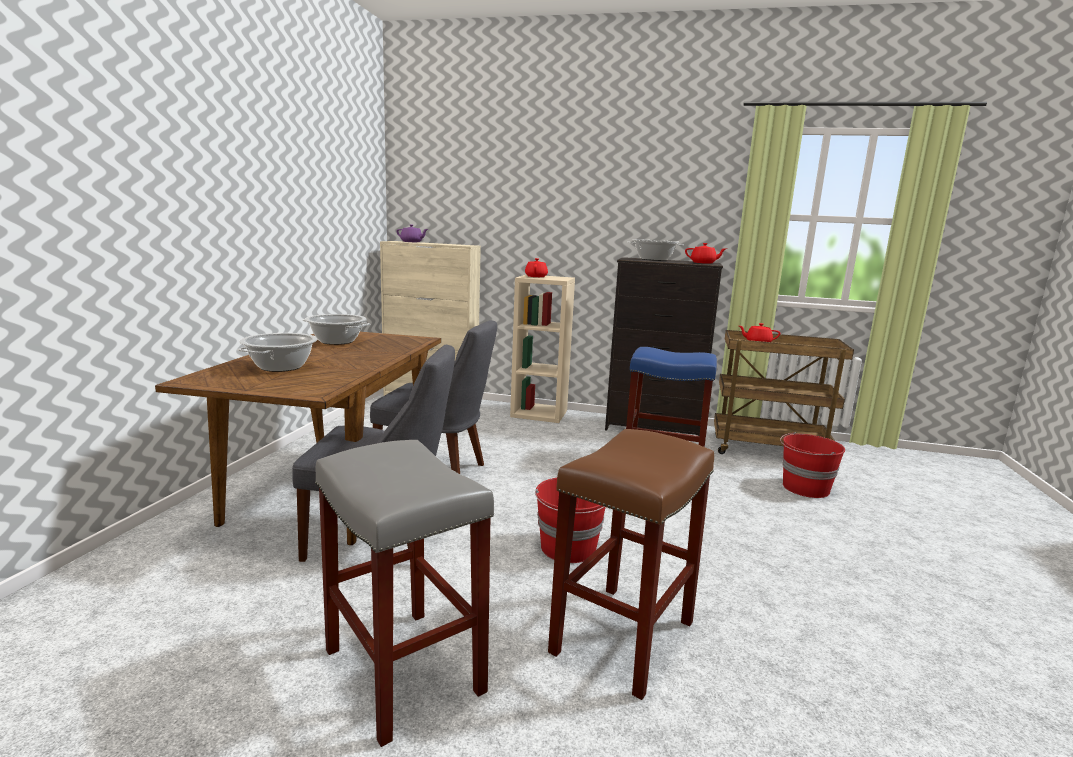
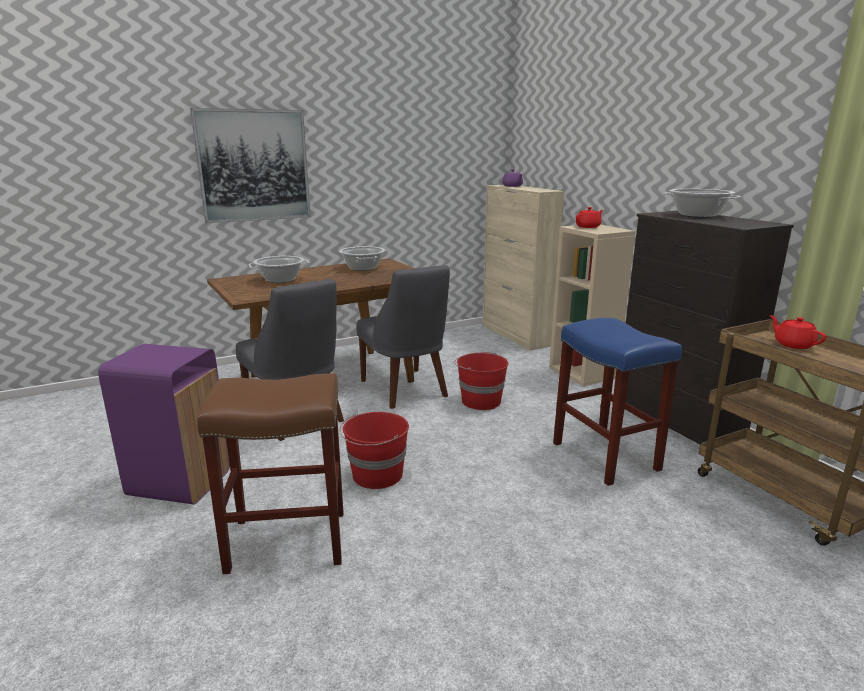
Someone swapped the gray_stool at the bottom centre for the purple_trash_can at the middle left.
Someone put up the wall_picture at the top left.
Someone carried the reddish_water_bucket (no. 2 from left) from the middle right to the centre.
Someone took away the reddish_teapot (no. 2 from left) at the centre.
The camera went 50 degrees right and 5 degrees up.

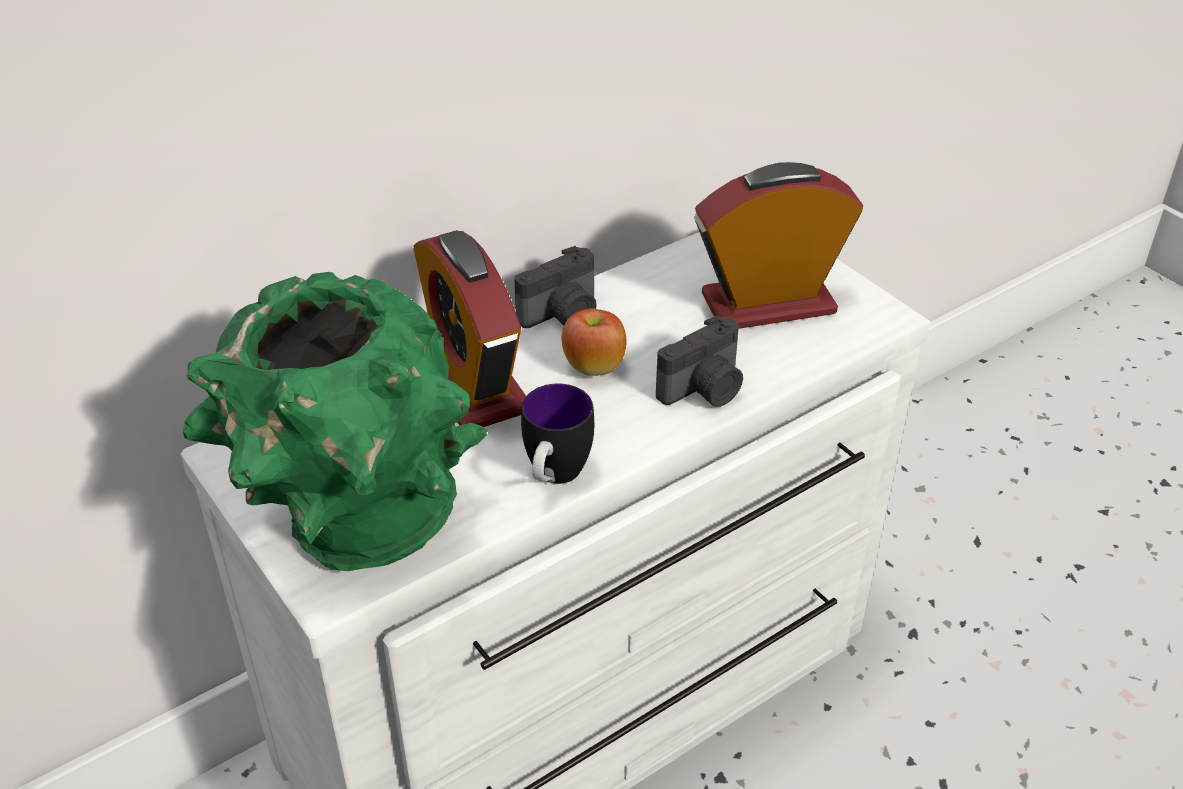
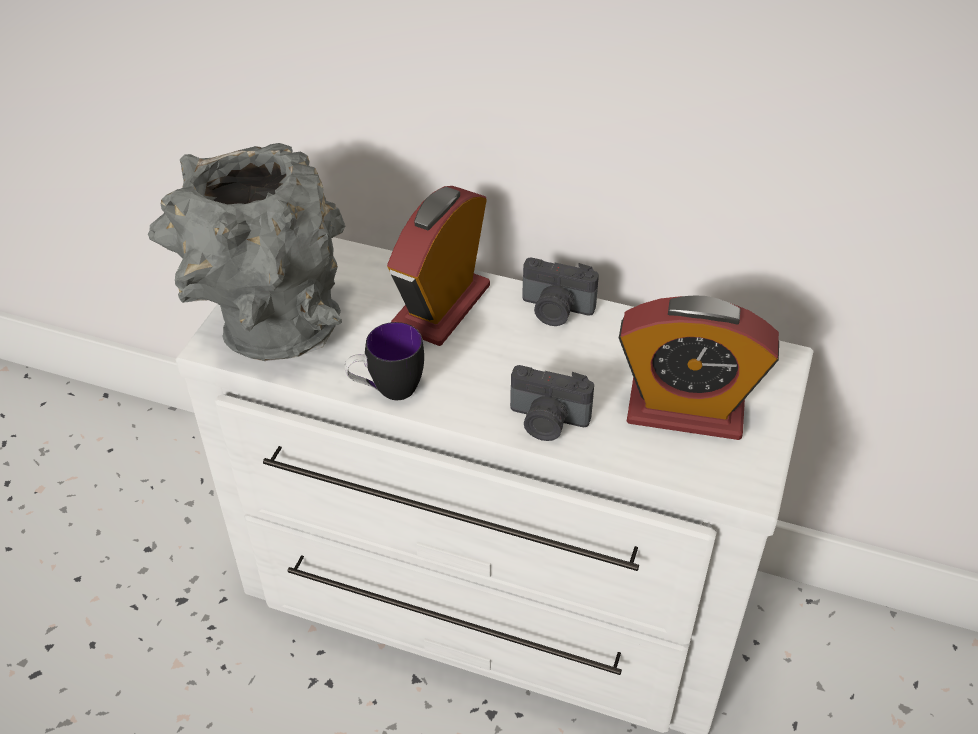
Someone repainted the green_flower_vase at the middle left, which became the gray_flower_vase at the middle left.
Someone rotated the bedside_clock (no. 2 from left) at the top centre by 150 degrees clockwise.
Someone took away the apple at the centre.
The camera went 55 degrees right and 5 degrees up.

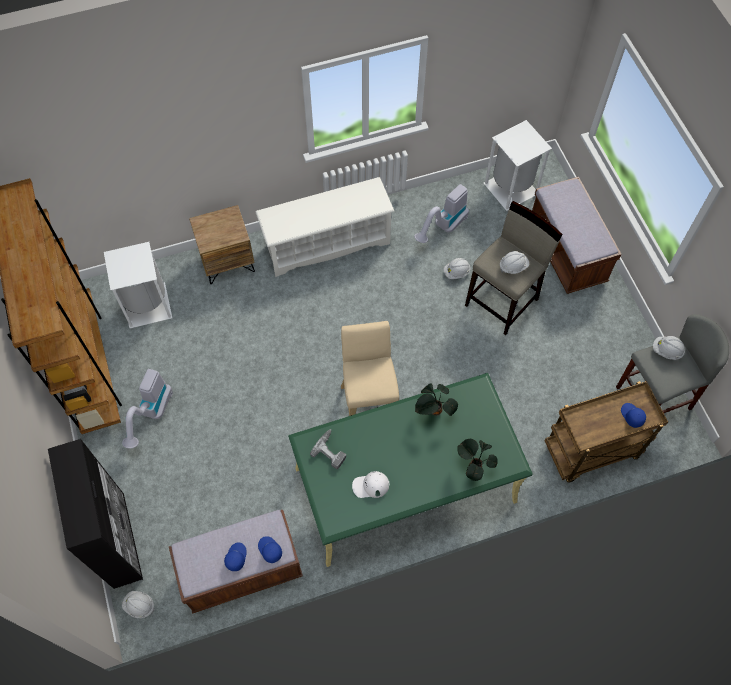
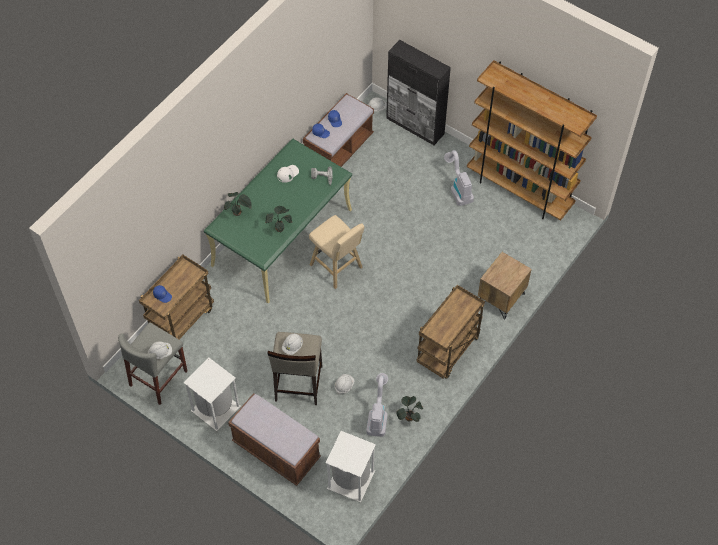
Someone carried the whitish_trash_can (no. 1 from left) from the middle left to the bottom left.
Someone put down the houseplant (no. 3 from left) at the bottom centre.
Someone swapped the whitish_shoe_stand at the top centre for the brownish_wheeled_cart (no. 2 from left) at the centre.
The camera went 145 degrees right and 5 degrees down.

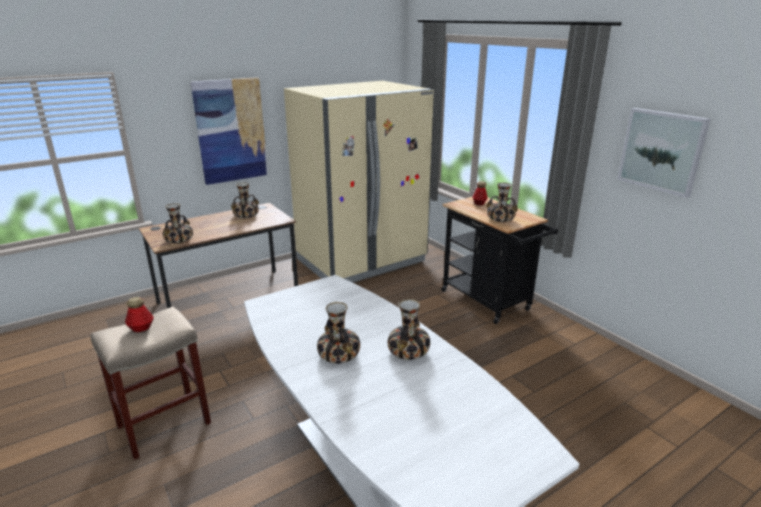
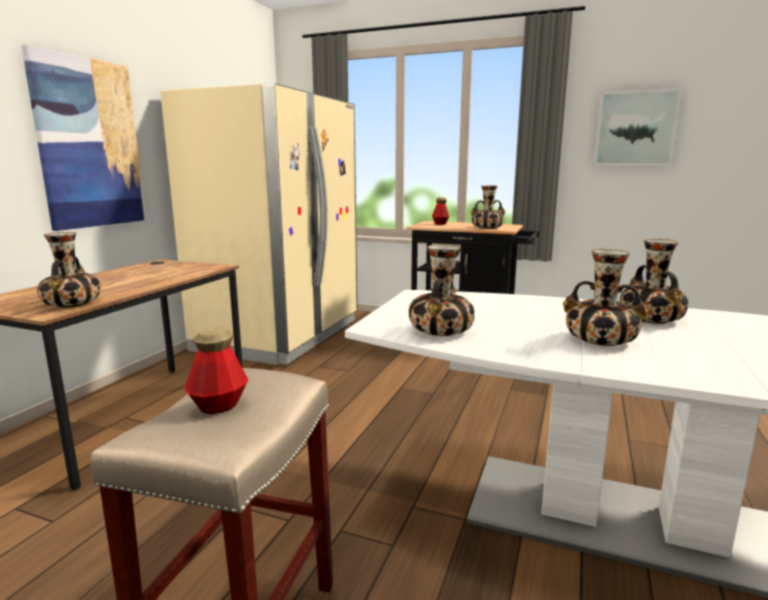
Someone carried the flower_vase (no. 2 from left) from the middle left to the centre.
The camera went 35 degrees left and 10 degrees down.

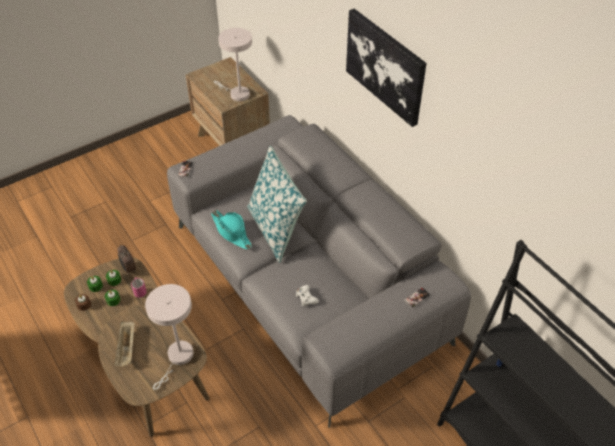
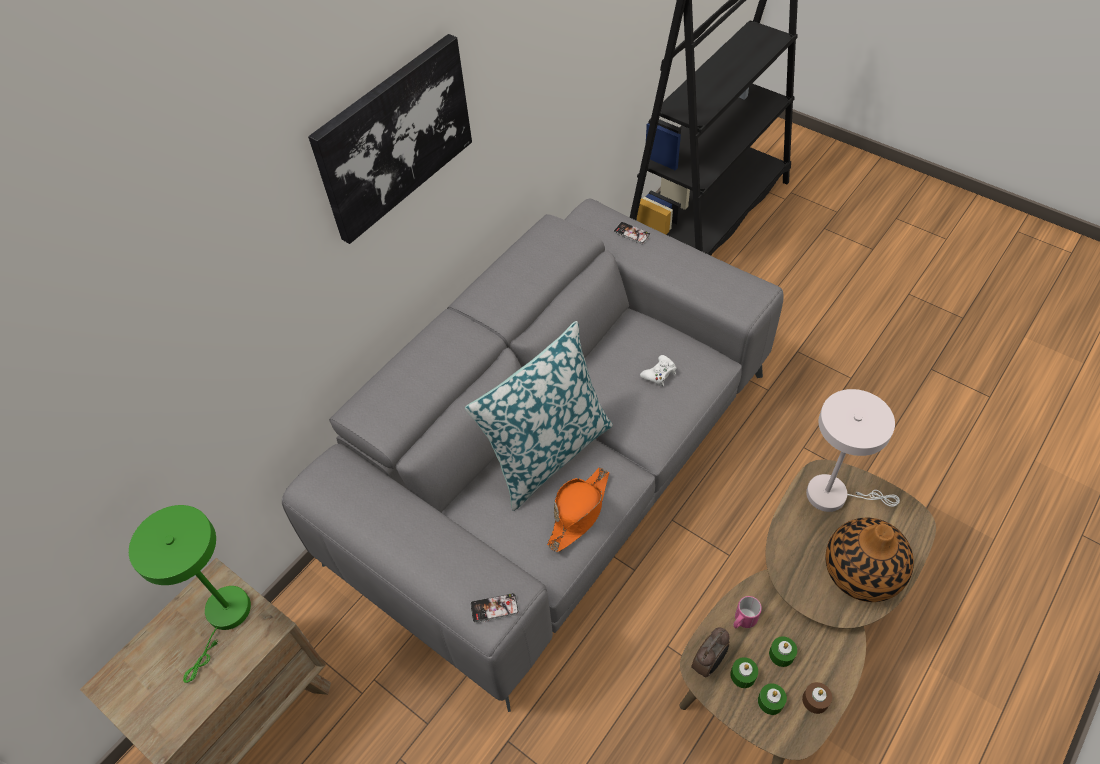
Someone repainted the whitish_tabletop_lamp (no. 2 from left) at the top centre, which became the green_tabletop_lamp at the bottom left.
Someone repainted the turquoise_hat at the centre, which became the orange-coloured_hat at the bottom centre.
Someone swapped the sand-coloured_serving_tray at the bottom left for the flower_vase at the bottom right.
The camera went 105 degrees left and 5 degrees up.

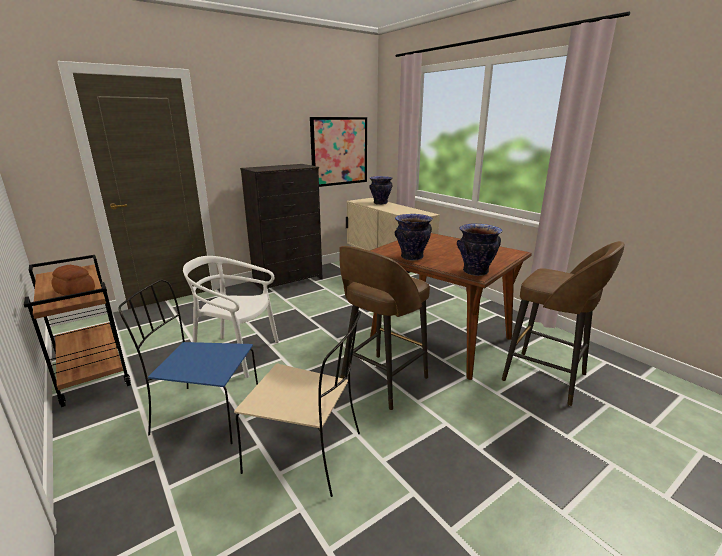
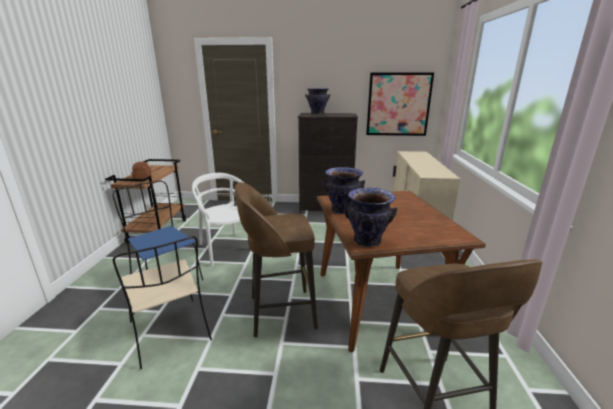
Someone carried the flower_vase (no. 1 from left) from the centre to the top centre.
The camera went 40 degrees right and 0 degrees up.

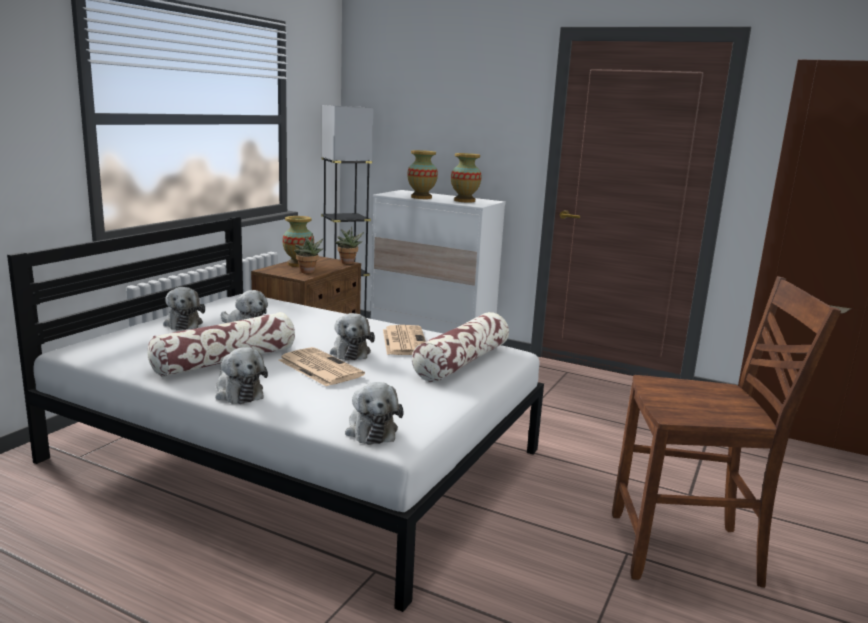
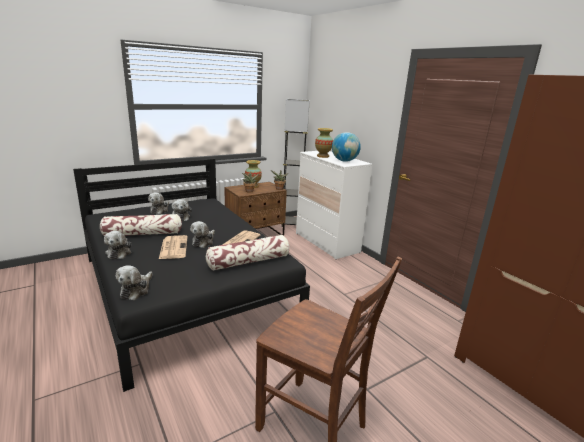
Someone repainted the whitish_bed at the middle left, which became the black_bed at the middle left.
Someone swapped the flower_vase (no. 3 from left) at the top centre for the world_globe at the top centre.
The camera went 30 degrees right and 5 degrees up.

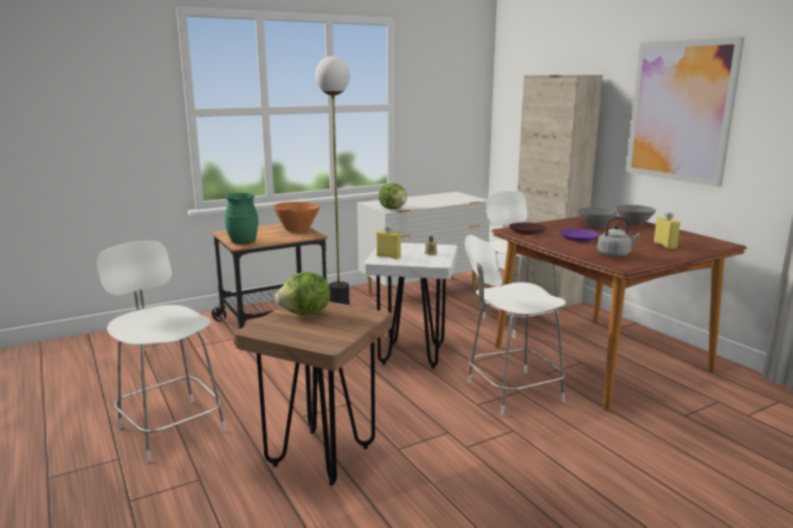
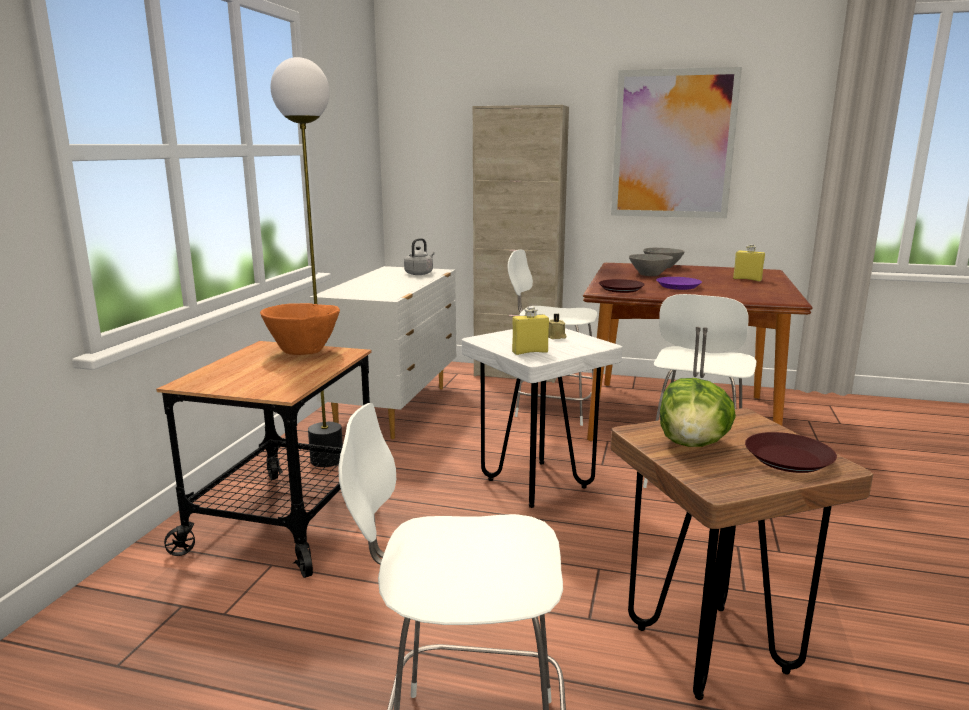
Someone carried the gray_tea_kettle from the middle right to the centre.
Someone put down the brownish_plate (no. 2 from left) at the middle right.
Someone took away the green_flower_vase at the middle left.
Someone took away the lettuce (no. 2 from left) at the centre.
The camera went 45 degrees left and 0 degrees up.

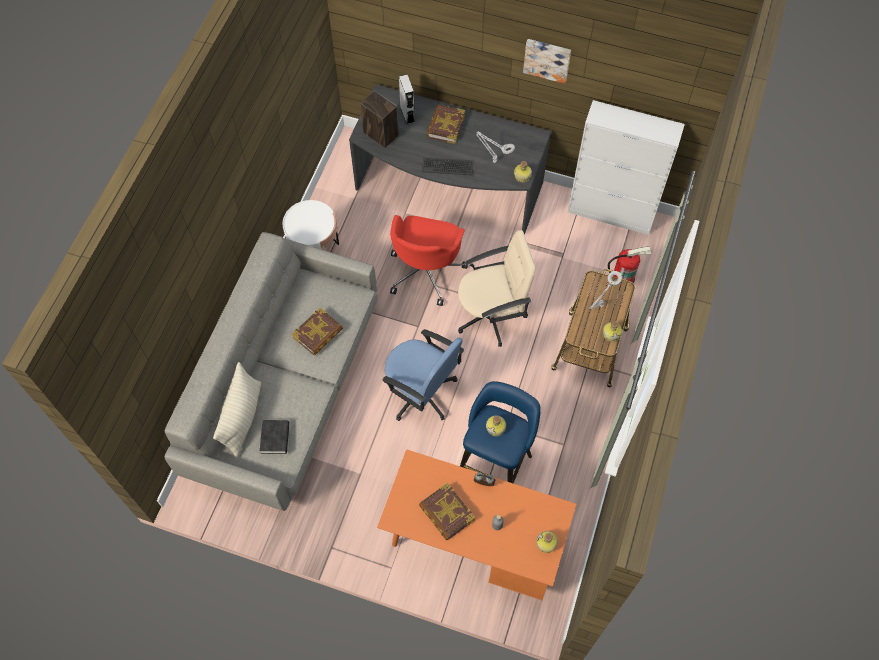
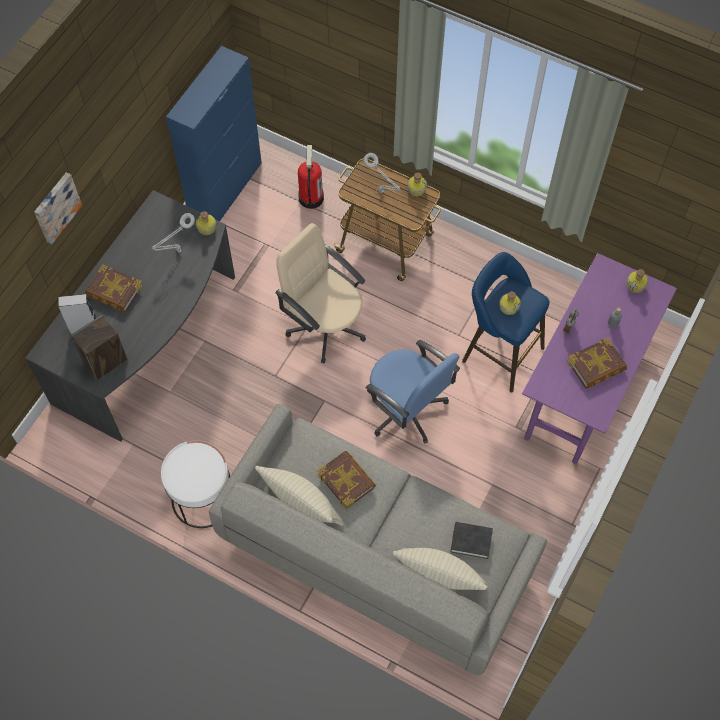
Someone carried the wall_picture from the top centre to the top left.
Someone repainted the whitish_cupboard at the top right, which became the blue-coloured_cupboard at the top left.
Someone put down the sand-coloured_cushion (no. 1 from left) at the bottom centre.
Someone rotated the sand-coloured_office_chair at the centre by 45 degrees counterclockwise.
Someone rotated the blue-coloured_office_chair at the centre by 90 degrees clockwise.
Someone repainted the orange-coloured_desk_unit at the bottom centre, which became the purple_desk_unit at the middle right.
Someone took away the reddish_office_chair at the centre.
Someone took away the keyboard at the top centre.
The camera went 80 degrees left and 0 degrees up.

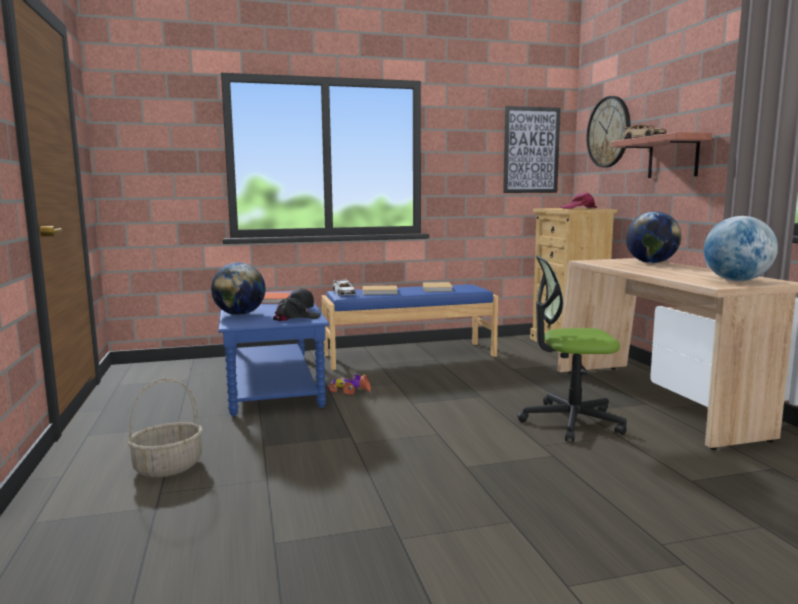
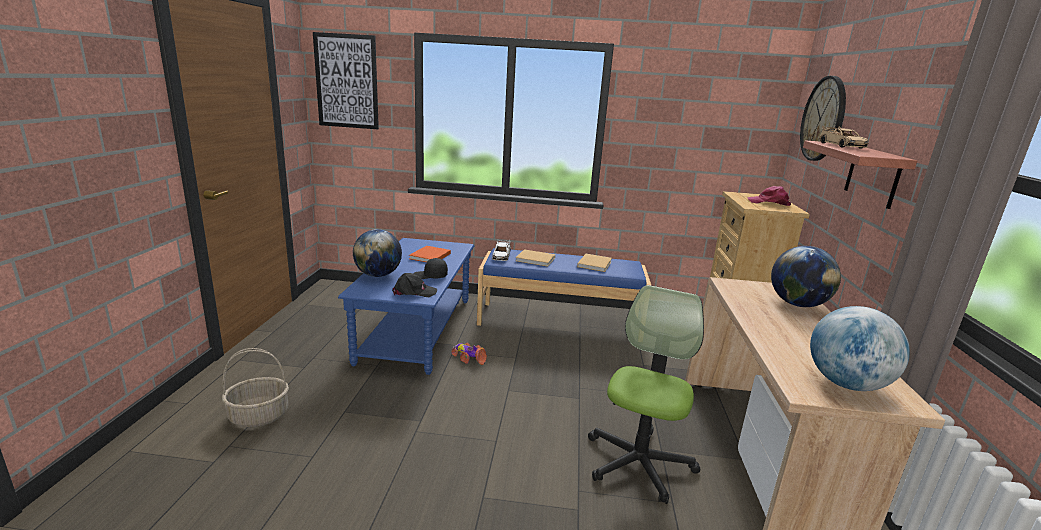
Someone carried the wall_picture from the top centre to the top left.
Someone rotated the office_chair at the middle right by 90 degrees clockwise.
The camera went 20 degrees right and 10 degrees up.

